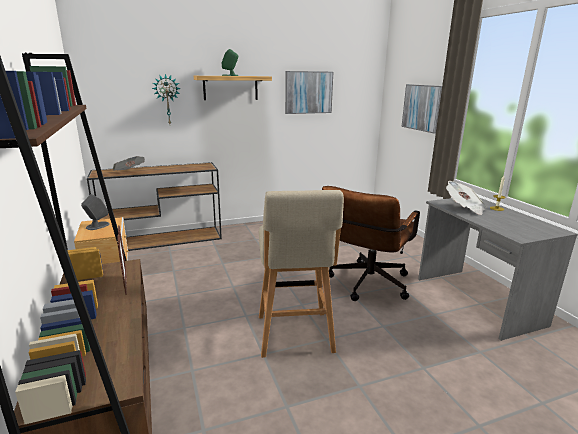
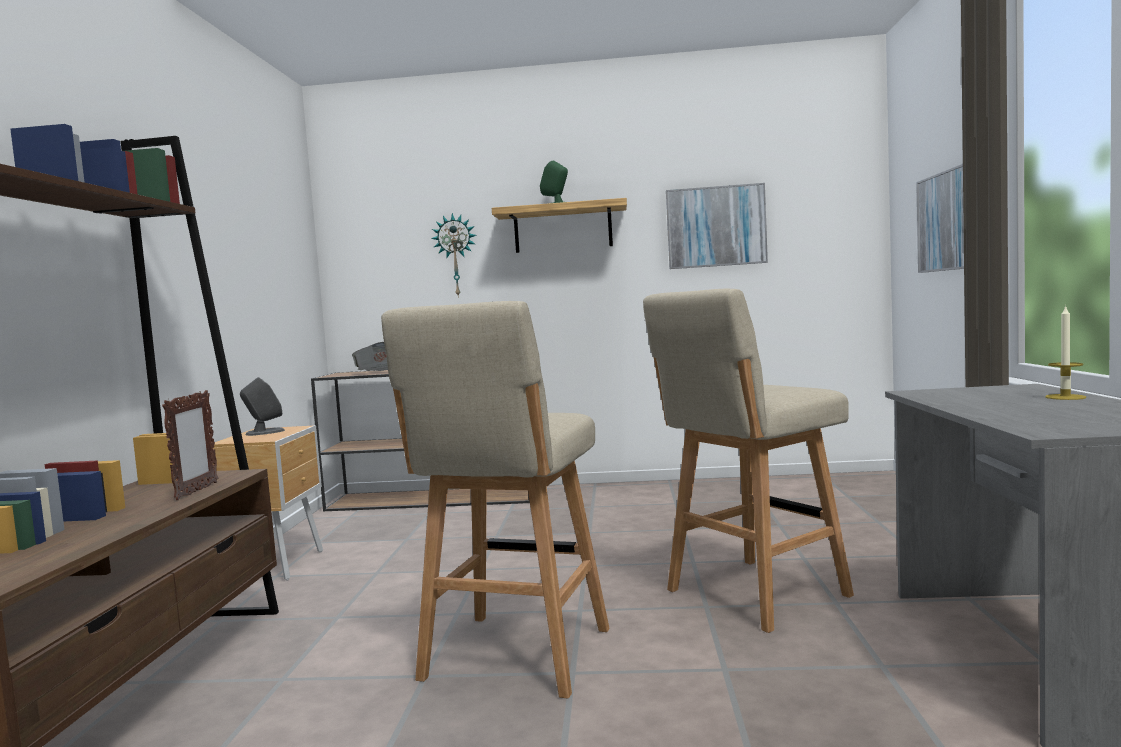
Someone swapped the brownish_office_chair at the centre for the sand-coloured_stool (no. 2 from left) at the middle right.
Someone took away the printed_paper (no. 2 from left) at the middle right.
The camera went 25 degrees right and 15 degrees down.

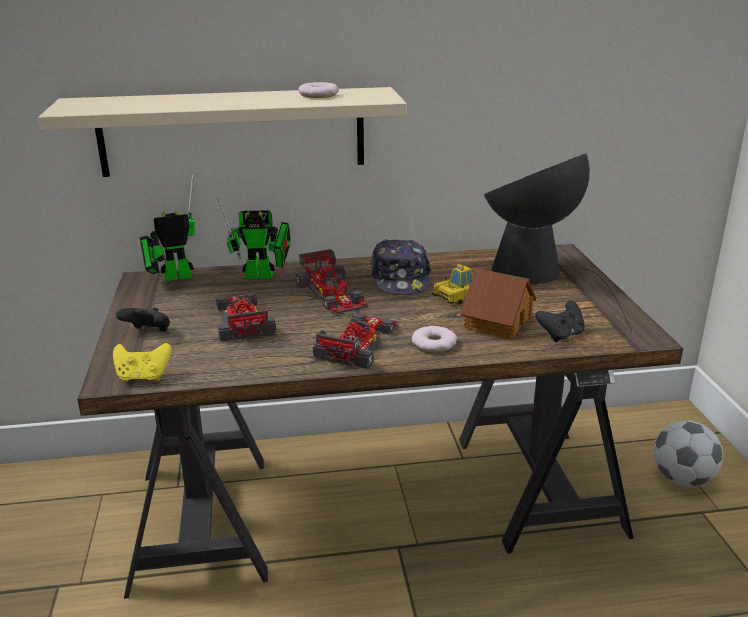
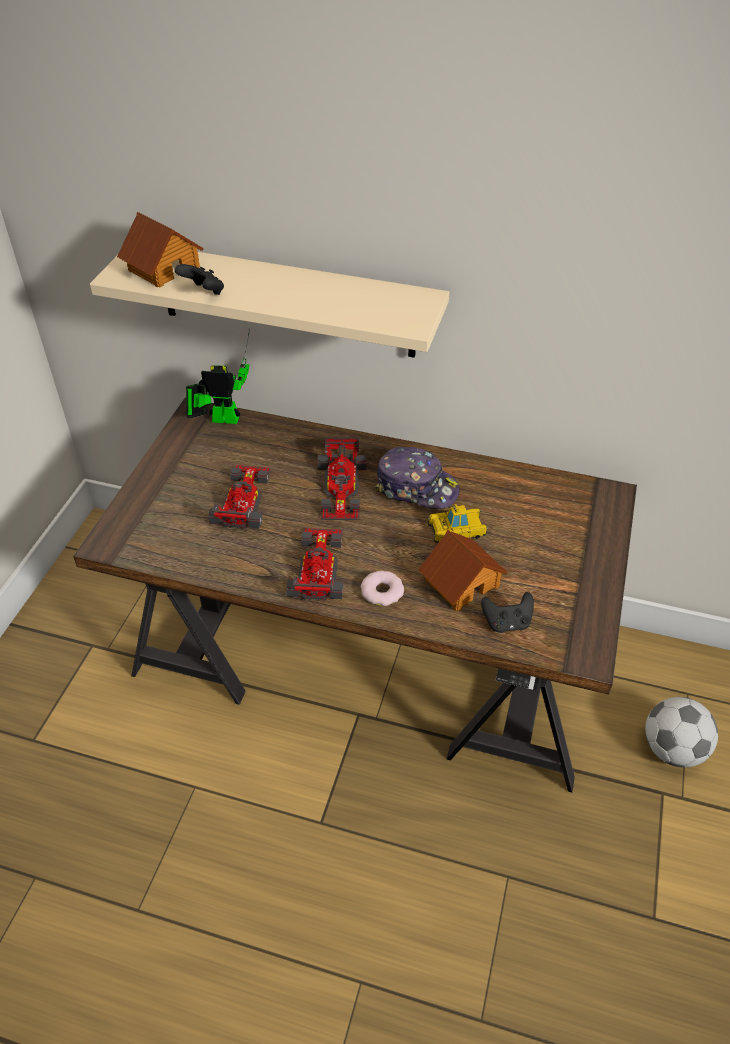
Someone put down the model_house (no. 1 from left) at the top left.
Someone carried the black_game_controller (no. 1 from left) from the middle left to the top left.
Someone rotated the toy_car (no. 3 from left in the first image) at the centre by 45 degrees counterclockwise.
Someone rotated the peaked_cap at the centre by 90 degrees counterclockwise.
Someone took away the yellow_game_controller at the middle left.
Someone took away the robot_figure (no. 2 from left) at the centre.
Someone took away the donut (no. 1 from left) at the top centre.
Someone took away the tabletop_lamp at the middle right.
The camera went 25 degrees right and 20 degrees up.

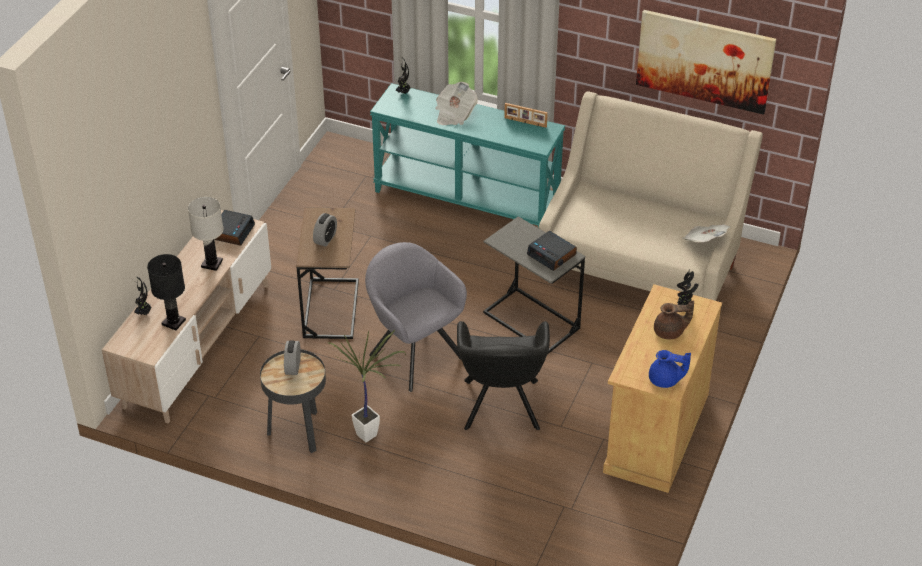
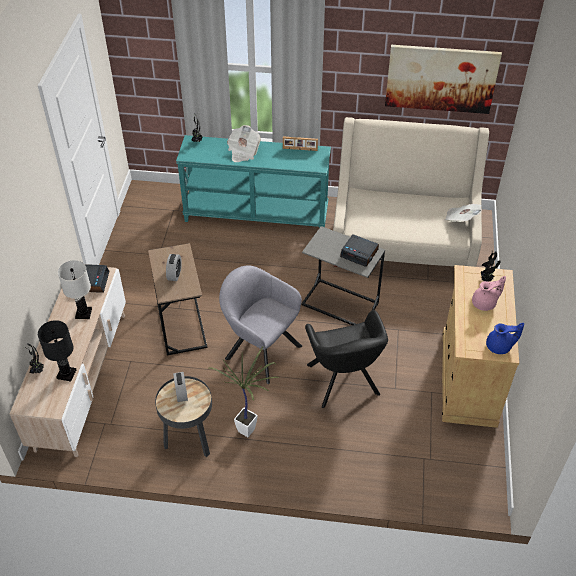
Someone repainted the brownish_teapot at the middle right, which became the pink-coloured_teapot at the middle right.
The camera went 15 degrees left and 5 degrees up.

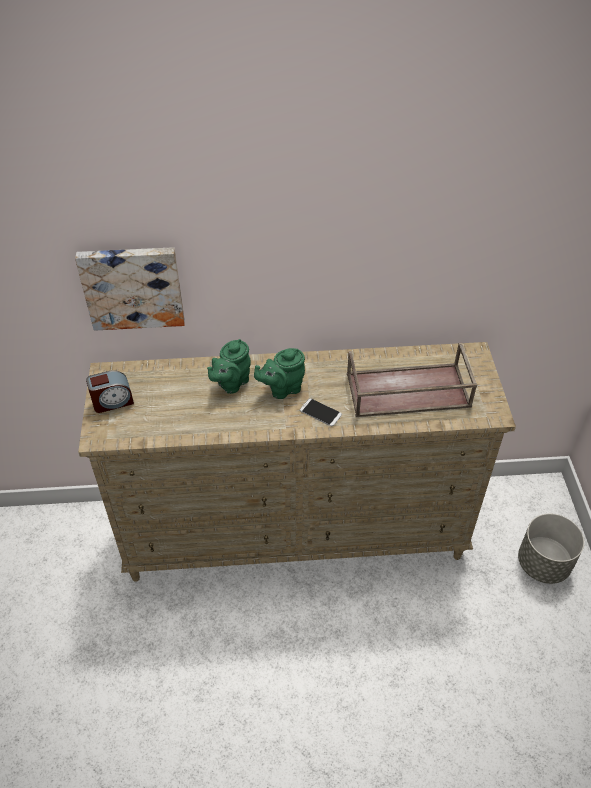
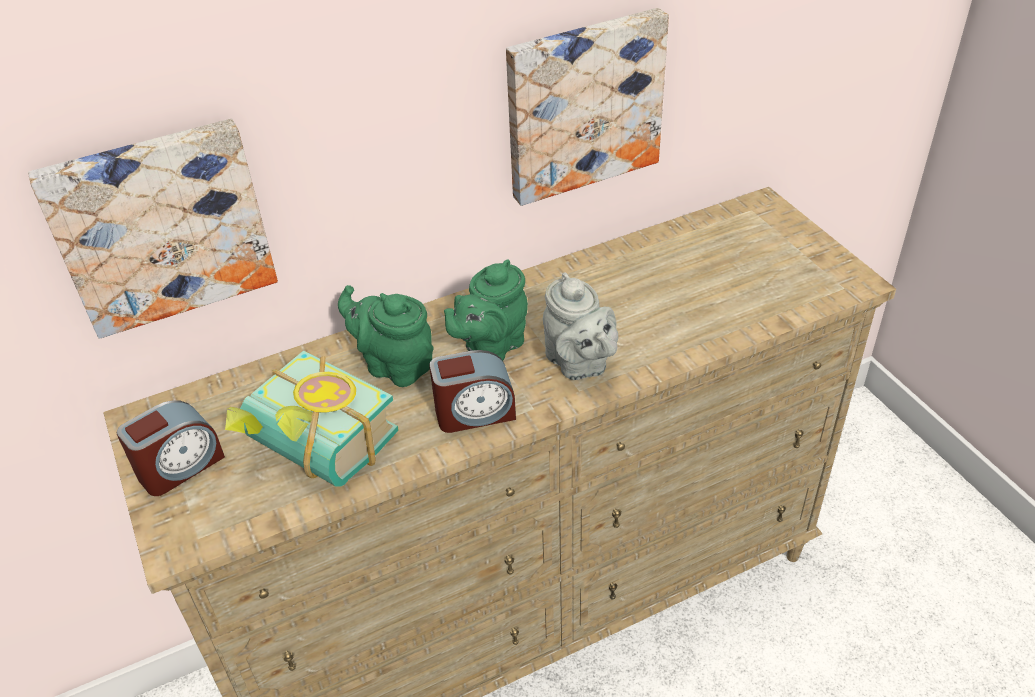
Someone put down the book at the middle left.
Someone rotated the green_teapot (no. 1 from left) at the centre by 105 degrees clockwise.
Someone put down the bedside_clock (no. 2 from left) at the centre.
Someone put up the wall_picture (no. 2 from left) at the top centre.
Someone swapped the telephone at the centre for the gray_teapot at the centre.
Someone took away the brownish_serving_tray at the middle right.
Someone took away the gray_plant_pot at the bottom right.
The camera went 20 degrees left and 5 degrees down.

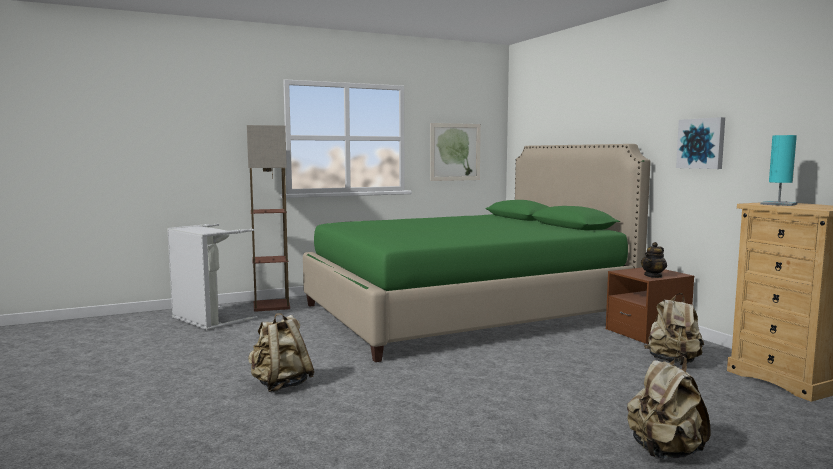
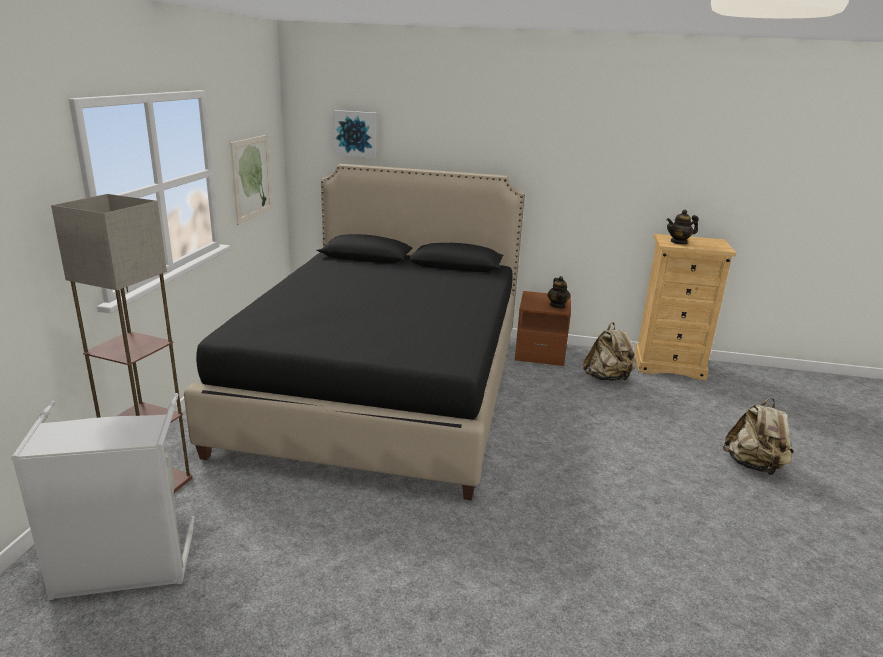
Someone repainted the green_bed at the centre, which became the black_bed at the centre.
Someone carried the wall_picture (no. 2 from left) from the top right to the top centre.
Someone swapped the turquoise_tabletop_lamp at the middle right for the teapot (no. 2 from left) at the middle right.
Someone took away the sand-coloured_backpack (no. 1 from left) at the bottom centre.
The camera went 55 degrees left and 15 degrees up.

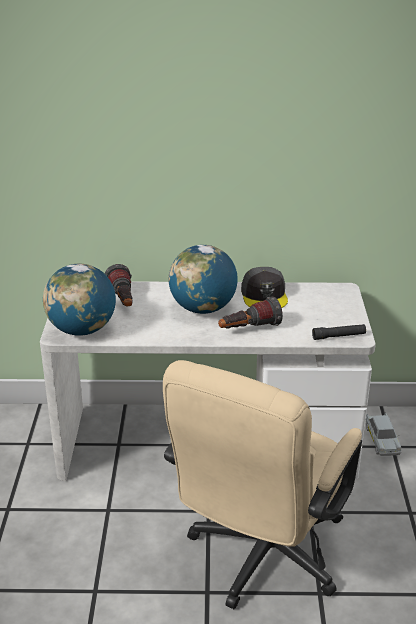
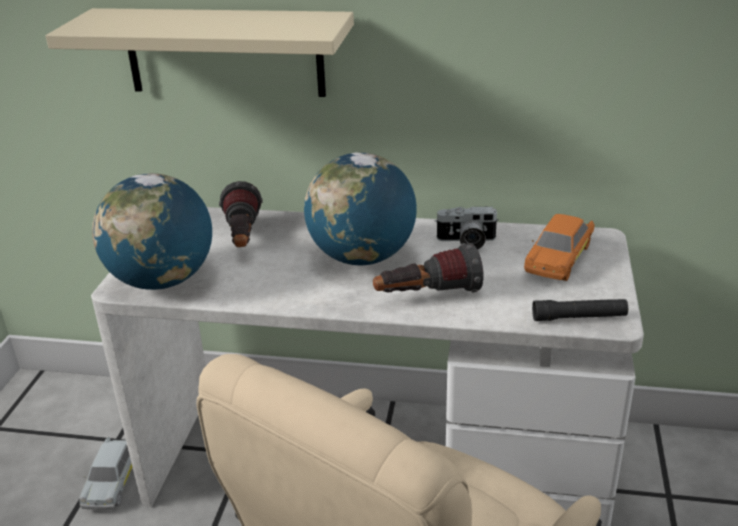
Someone put up the sand-coloured_wall_shelf at the top left.
Someone carried the whitish_toy_car from the bottom right to the bottom left.
Someone swapped the gray_peaked_cap at the centre for the photo_camera at the centre.
Someone put down the orange-coloured_toy_car at the middle right.
The camera went 10 degrees right and 0 degrees up.

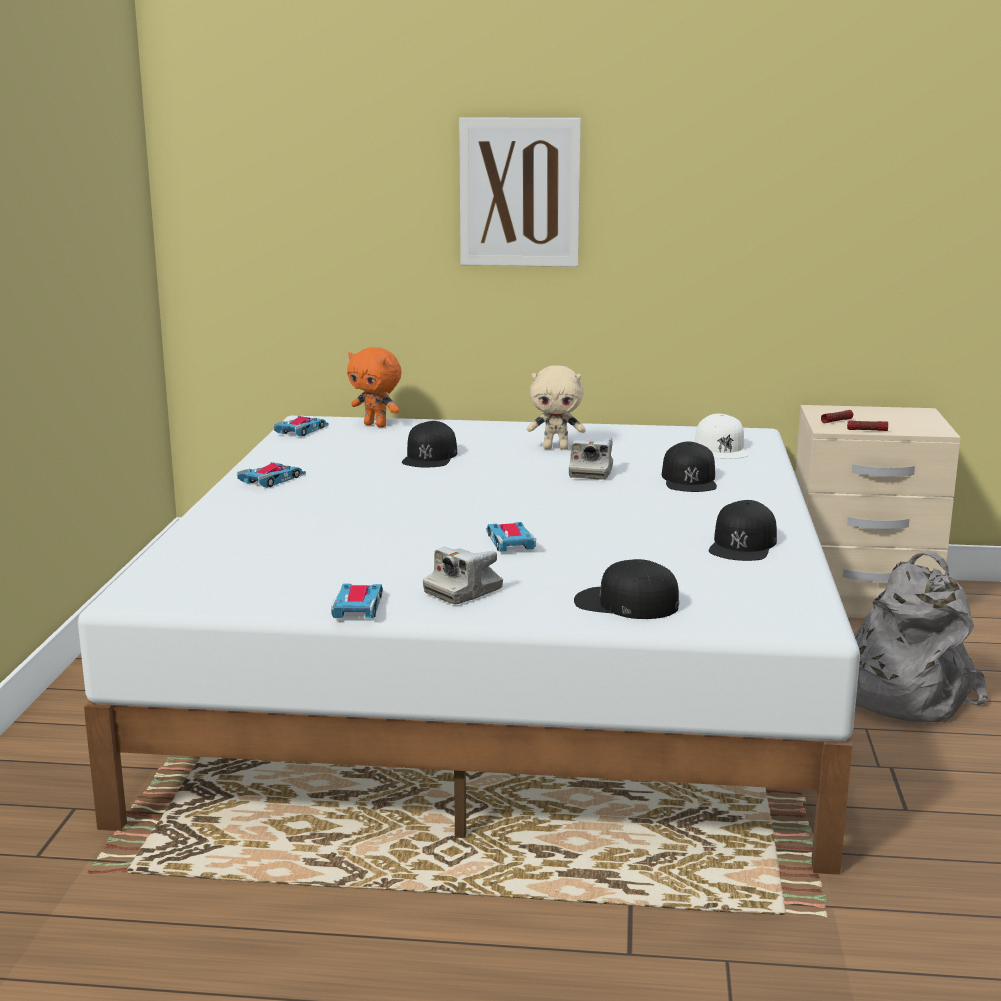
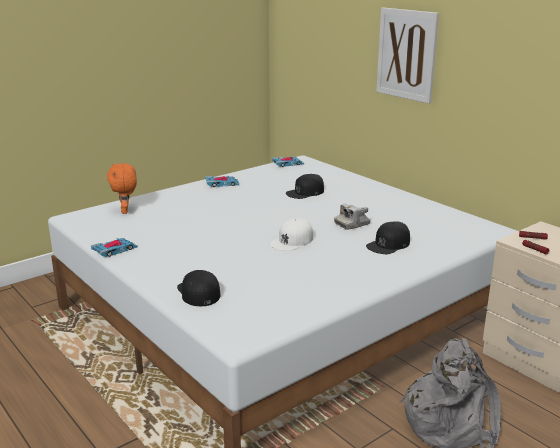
Someone carried the orange-coloured_cuddly_toy from the centre to the middle left.
Someone carried the whitish_peaked_cap from the middle right to the centre.
Someone took away the photo_camera (no. 1 from left) at the centre.
Someone took away the toy_car (no. 4 from left) at the centre.
Someone took away the sand-coloured_cuddly_toy at the centre.
Someone took away the black_peaked_cap (no. 4 from left) at the middle right.
The camera went 45 degrees right and 5 degrees up.

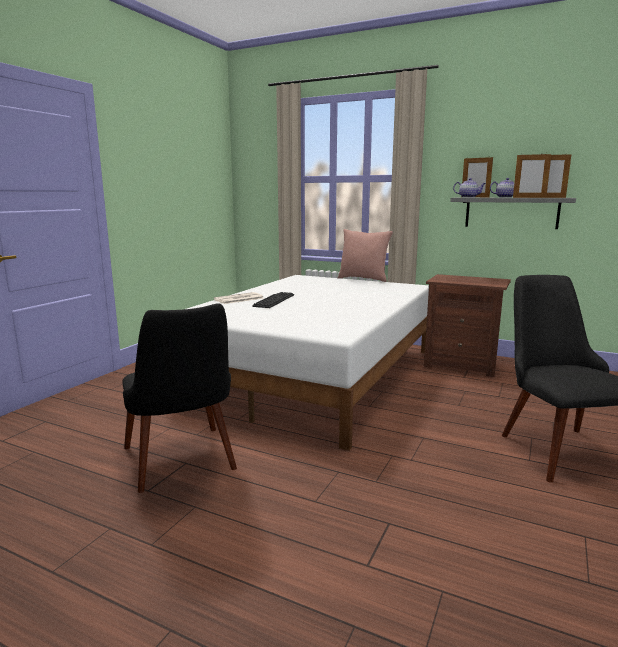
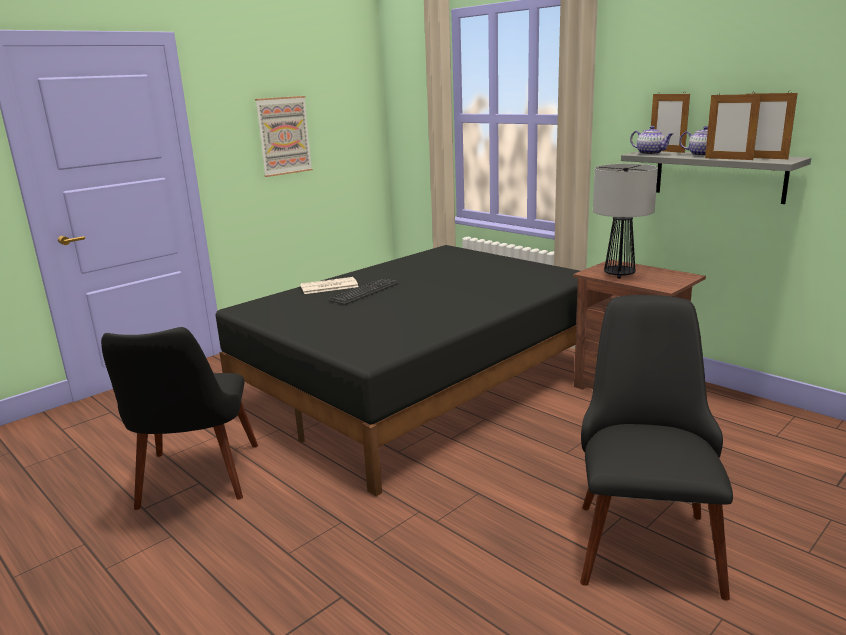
Someone repainted the whitish_bed at the centre, which became the black_bed at the centre.
Someone put up the wall_picture at the top centre.
Someone put down the tabletop_lamp at the middle right.
Someone took away the pink-coloured_cushion at the centre.
The camera went 20 degrees right and 5 degrees up.

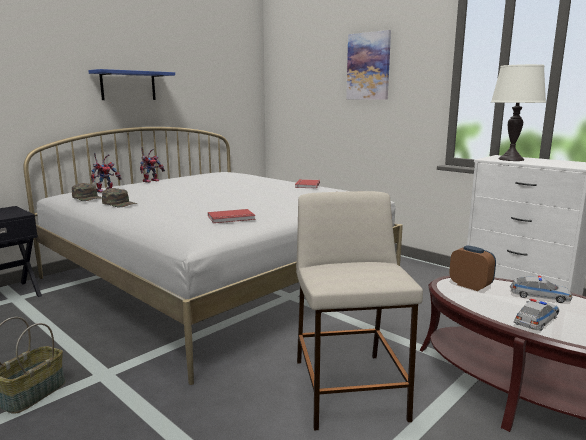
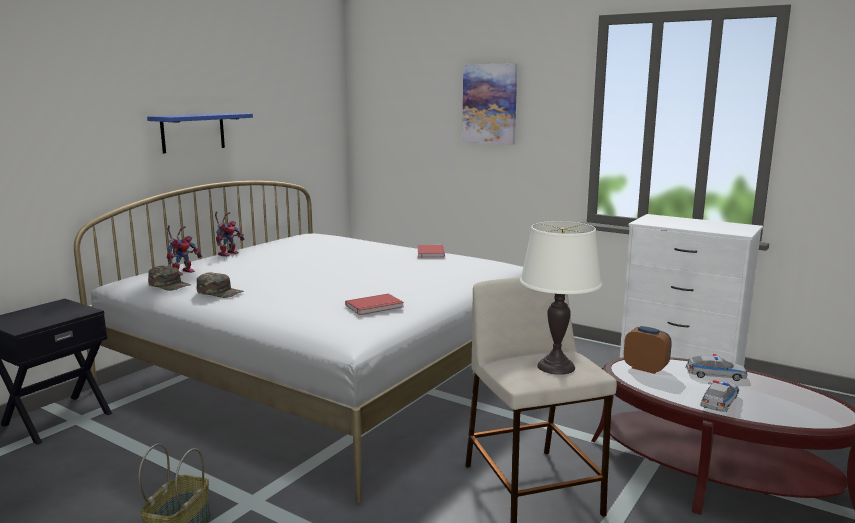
Someone carried the whitish_tabletop_lamp from the top right to the centre.
The camera went 10 degrees left and 0 degrees up.

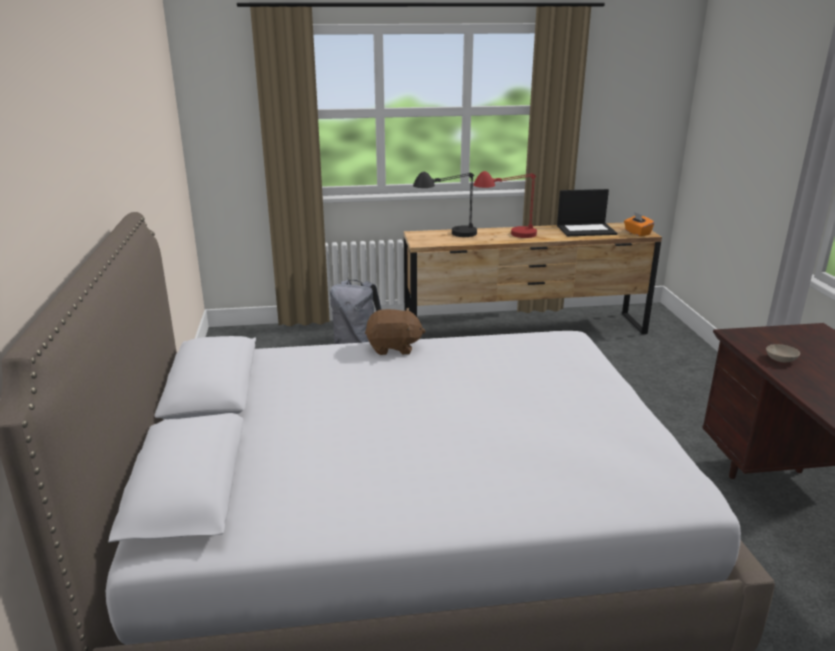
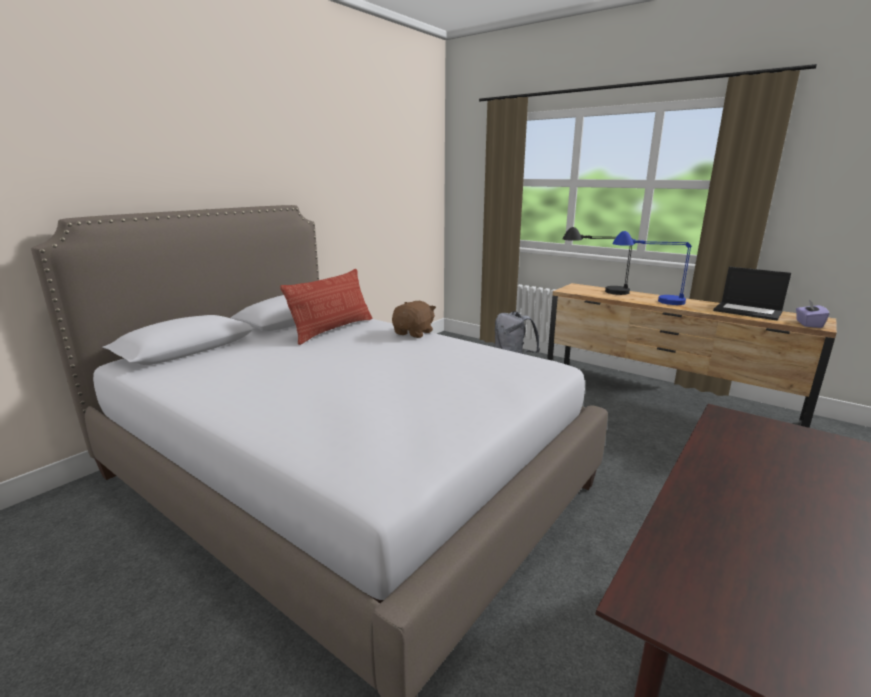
Someone put down the cushion at the centre.
Someone rotated the brownish_cuddly_toy at the centre by 105 degrees counterclockwise.
Someone repainted the reddish_tabletop_lamp at the top centre, which became the blue-coloured_tabletop_lamp at the middle right.
Someone repainted the orange-coloured_tissue_box at the middle right, which became the purple_tissue_box at the middle right.
Someone took away the sand-coloured_bowl at the middle right.
The camera went 45 degrees right and 5 degrees down.

